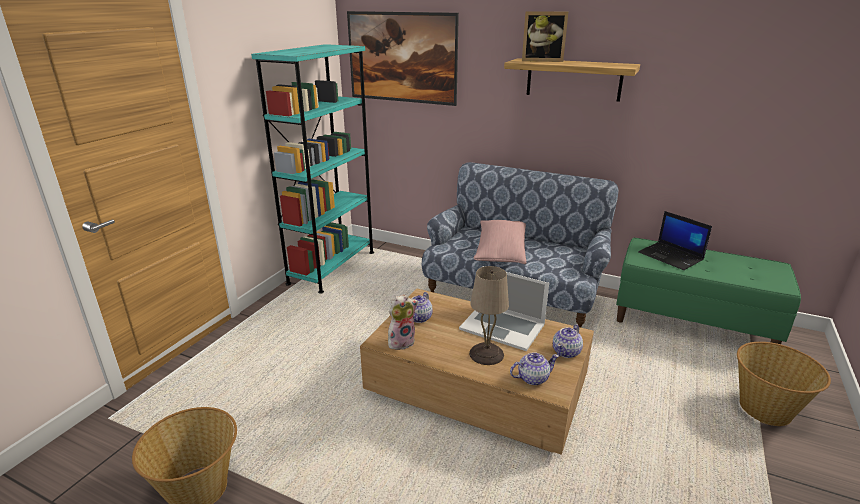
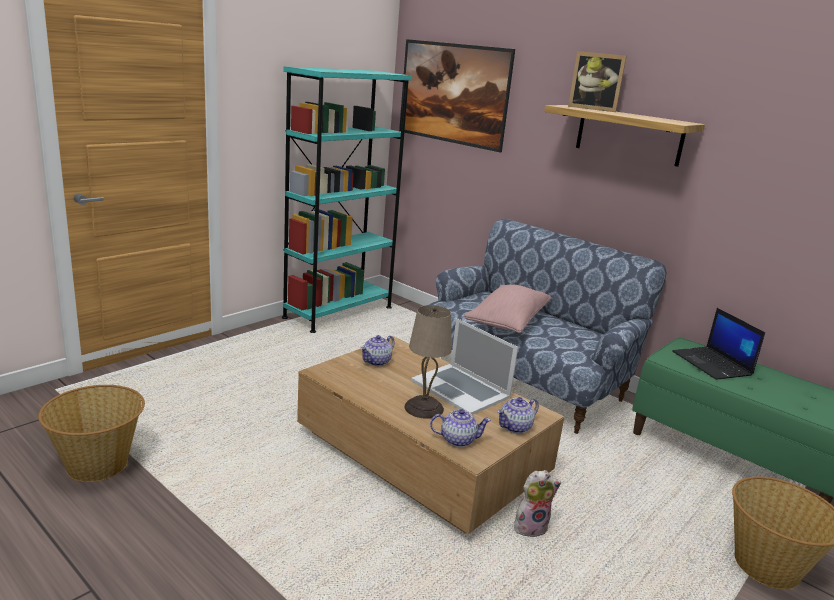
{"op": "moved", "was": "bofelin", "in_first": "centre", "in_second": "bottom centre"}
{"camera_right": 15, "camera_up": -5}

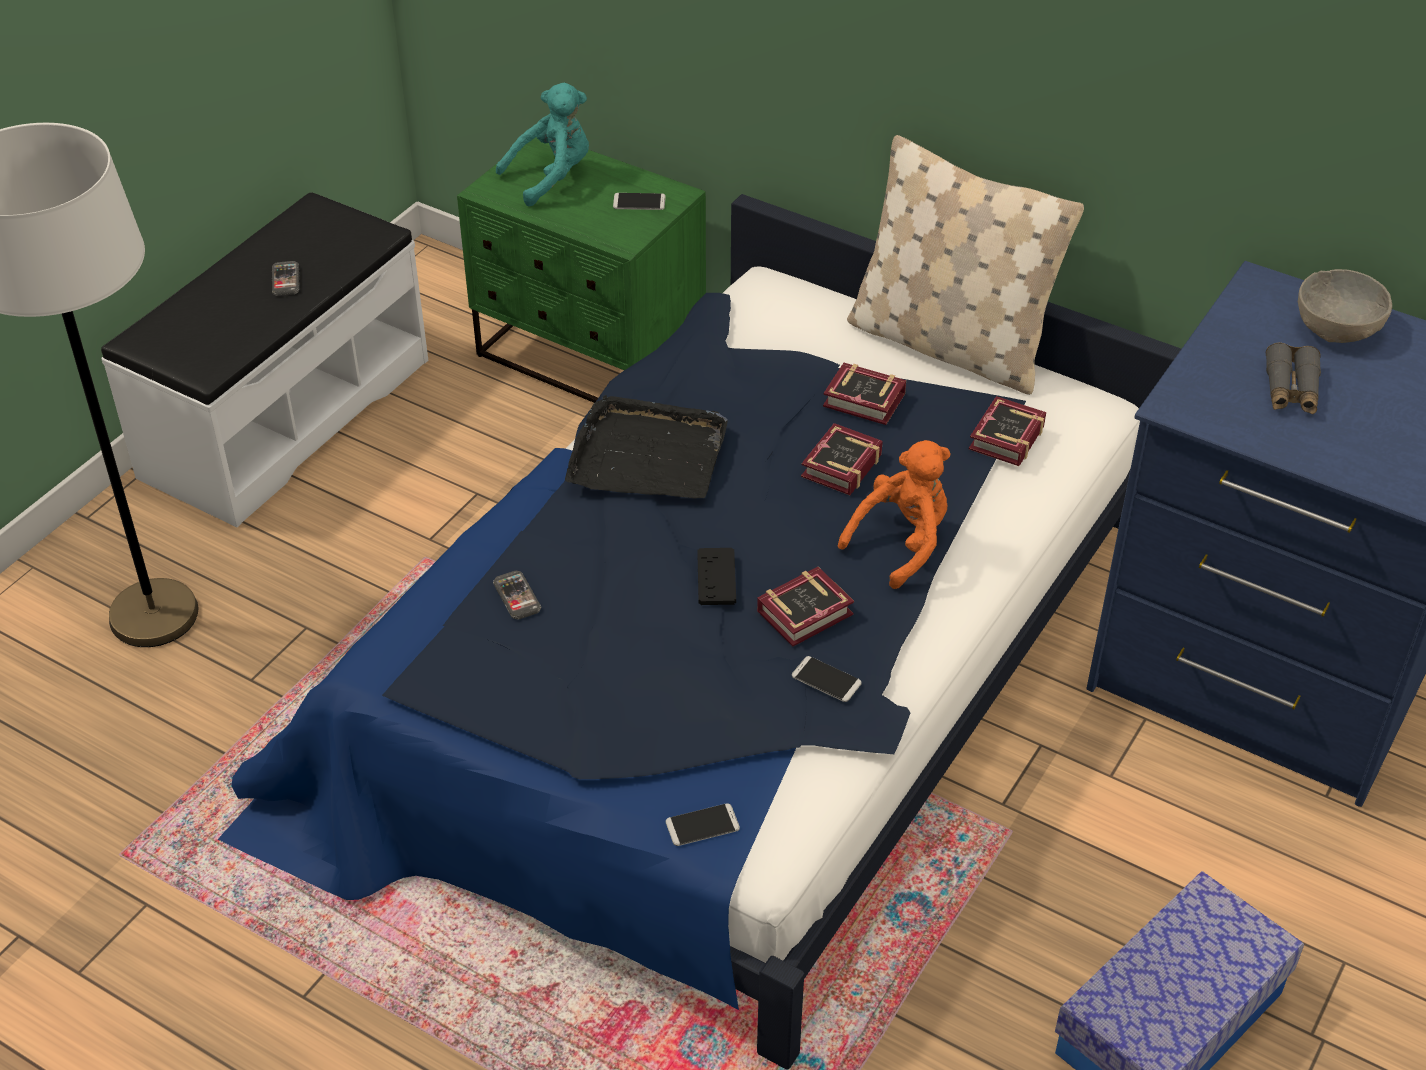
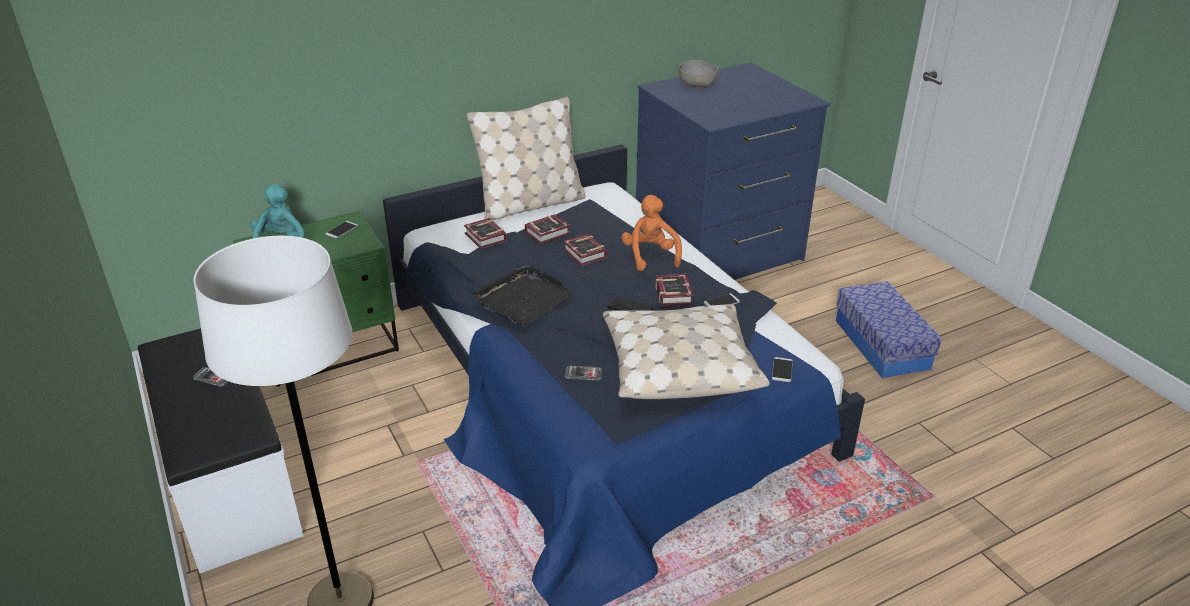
{"op": "removed", "was": "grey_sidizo", "in_first": "middle right"}
{"op": "moved", "was": "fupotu (4th from left in the first image)", "now": "fupotu (1st from left)", "in_first": "middle right", "in_second": "centre"}
{"op": "added", "now": "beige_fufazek (2nd from left)", "in_second": "centre"}
{"camera_right": -60, "camera_up": -10}

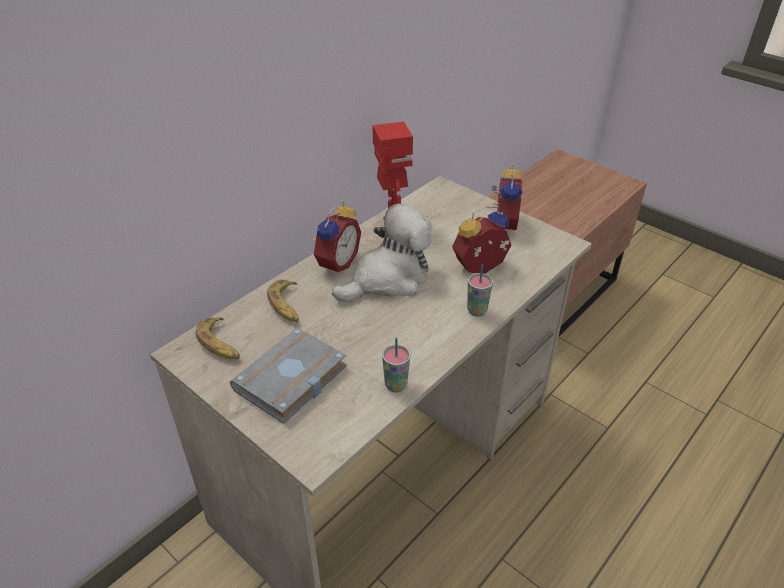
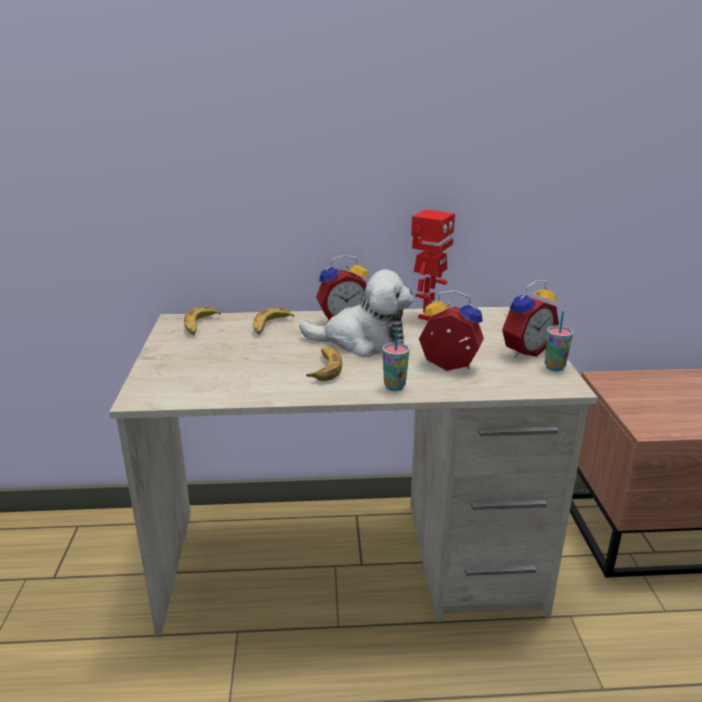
{"op": "removed", "was": "grey_fupotu", "in_first": "centre"}
{"op": "moved", "was": "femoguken (1st from left in the first image)", "now": "femoguken (2nd from left)", "in_first": "centre", "in_second": "middle right"}
{"op": "added", "now": "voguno (3rd from left)", "in_second": "centre"}
{"camera_right": 45, "camera_up": -15}

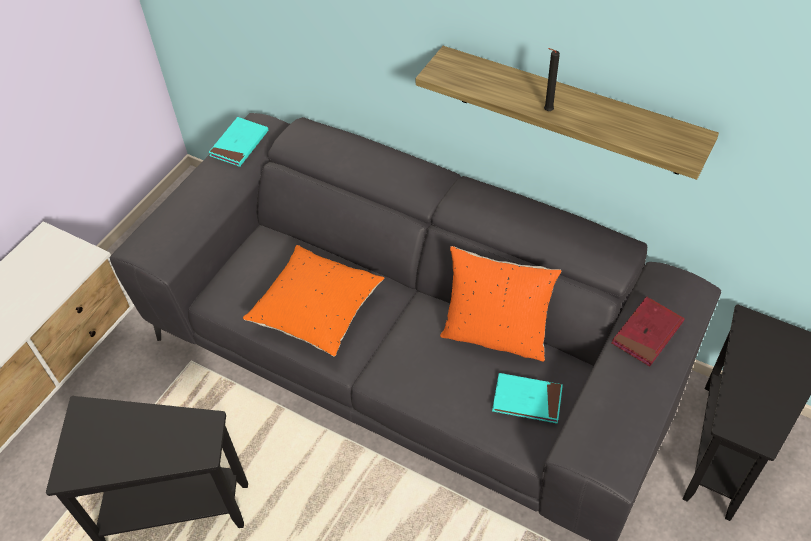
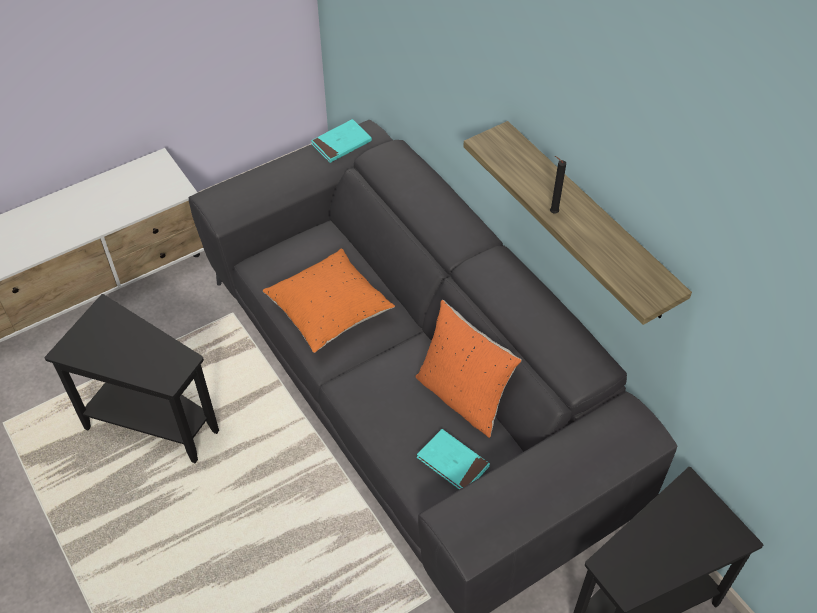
{"op": "removed", "was": "red_fupotu", "in_first": "middle right"}
{"camera_right": 25, "camera_up": 0}

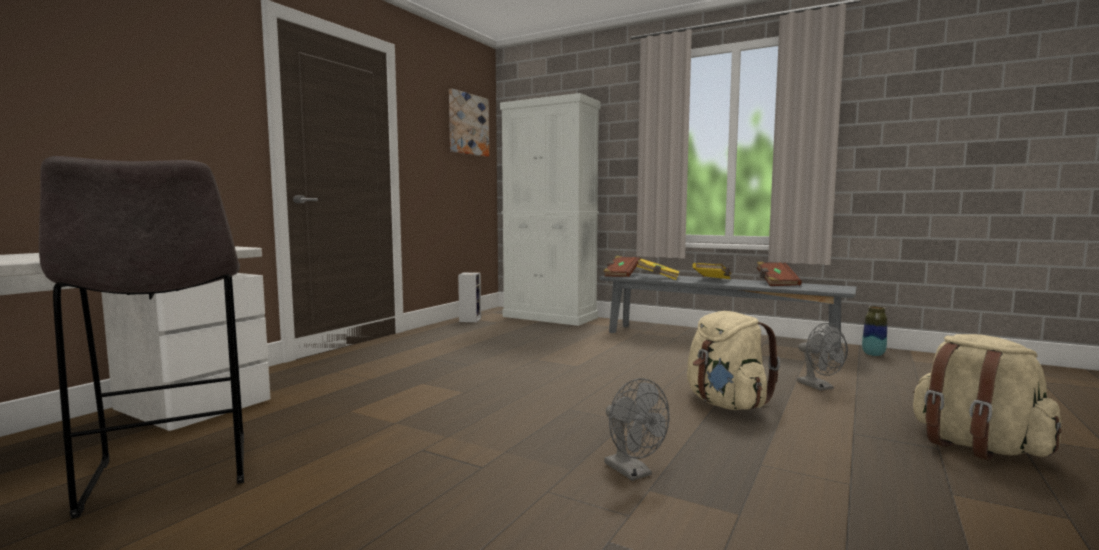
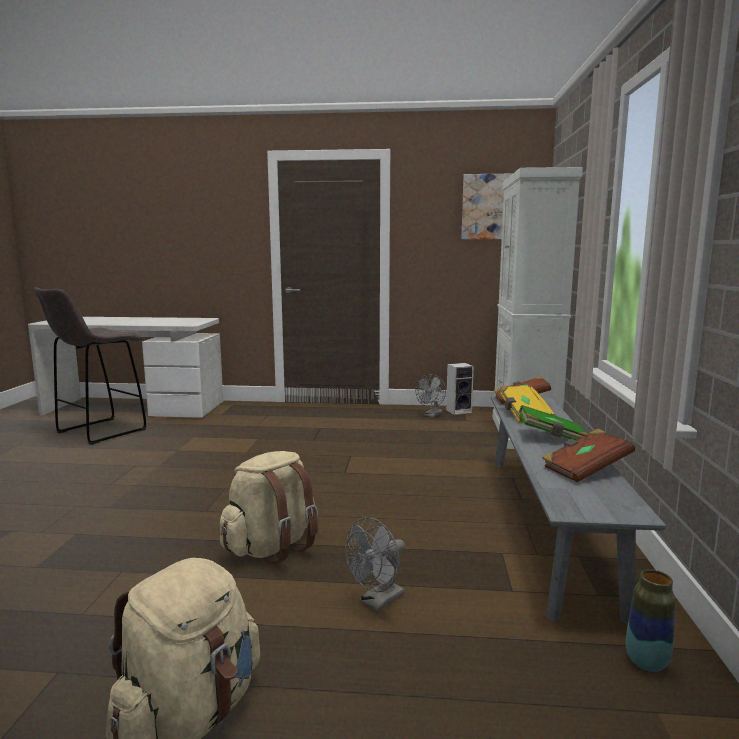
{"op": "recoloured", "was": "yellow_fupotu (2nd from left)", "now": "green_fupotu", "in_first": "centre", "in_second": "middle right"}
{"op": "moved", "was": "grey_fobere (1st from left in the first image)", "now": "grey_fobere (2nd from left)", "in_first": "bottom centre", "in_second": "centre"}
{"camera_right": 65, "camera_up": 5}

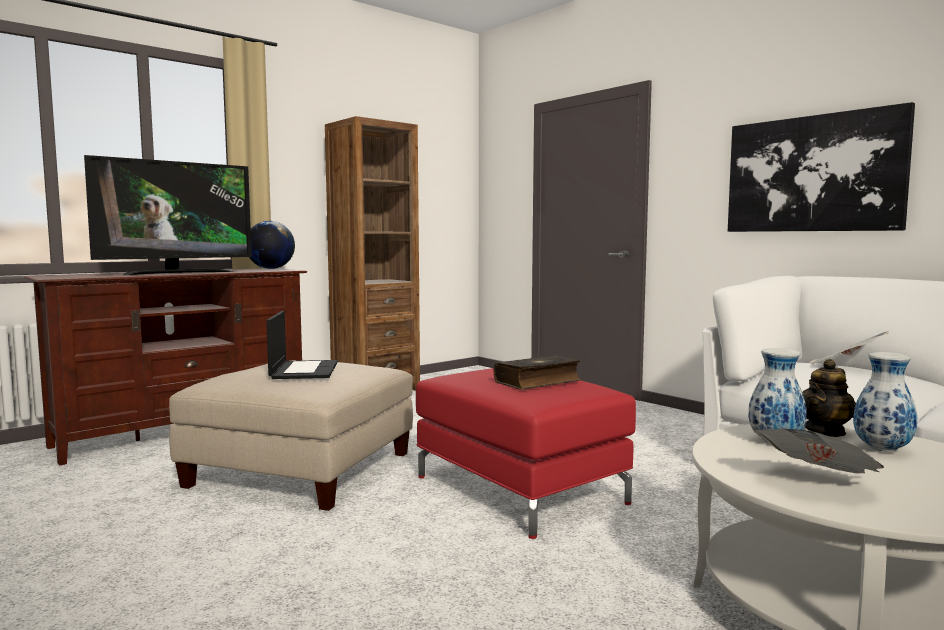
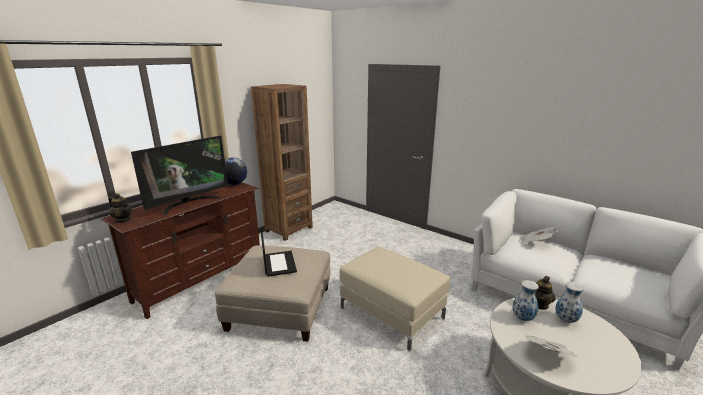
{"op": "removed", "was": "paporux", "in_first": "top right"}
{"op": "removed", "was": "fupotu", "in_first": "centre"}
{"op": "recoloured", "was": "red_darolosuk", "now": "beige_darolosuk (2nd from left)", "in_first": "bottom centre", "in_second": "bottom centre"}
{"op": "added", "now": "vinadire (1st from left)", "in_second": "middle left"}
{"camera_right": -10, "camera_up": 15}

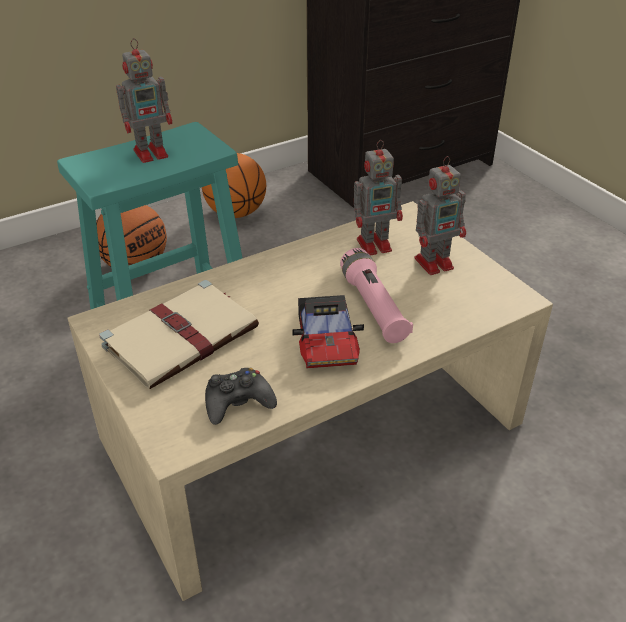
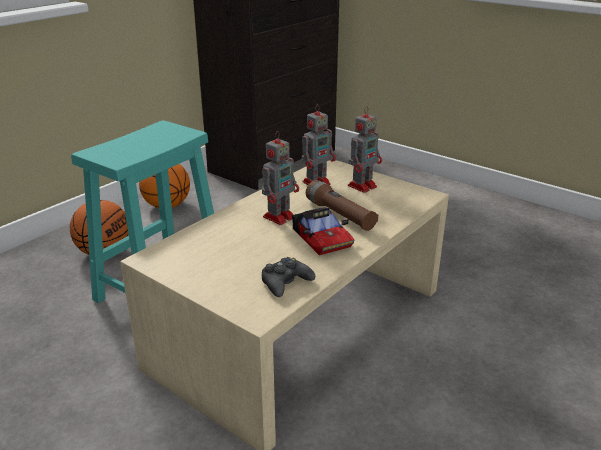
{"op": "moved", "was": "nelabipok (1st from left)", "in_first": "top left", "in_second": "centre"}
{"op": "recoloured", "was": "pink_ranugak", "now": "brown_ranugak", "in_first": "centre", "in_second": "centre"}
{"op": "removed", "was": "beige_fupotu", "in_first": "middle left"}
{"camera_right": -20, "camera_up": -10}

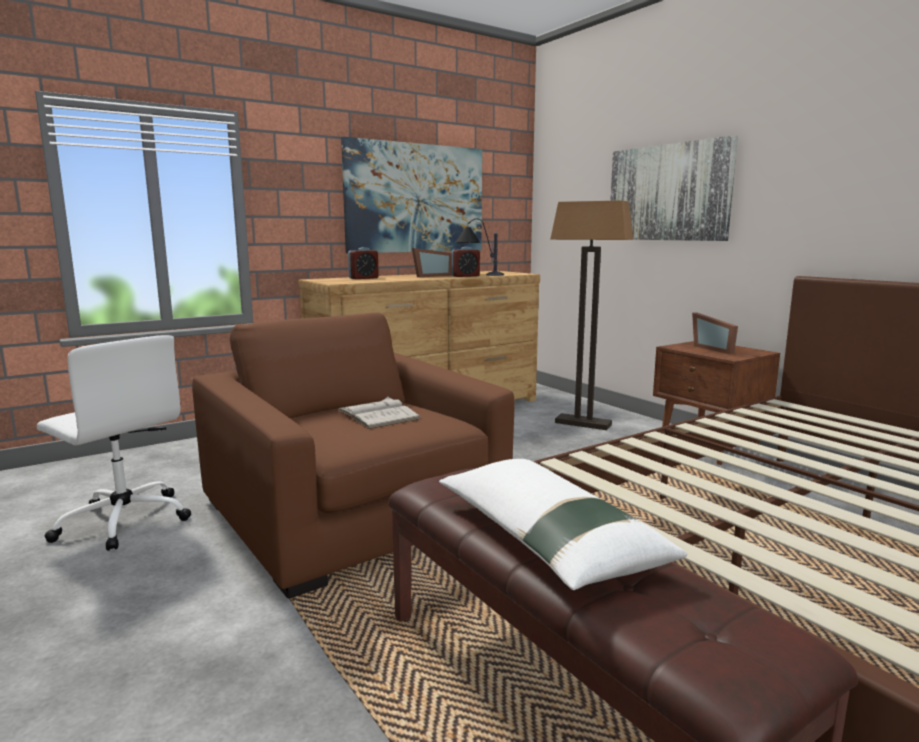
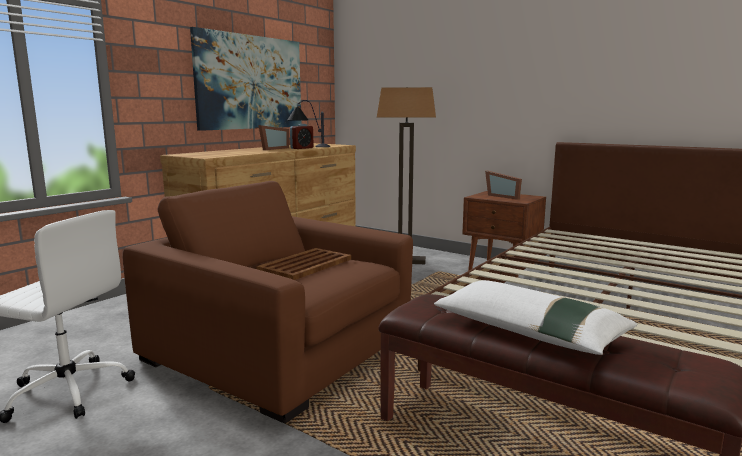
{"op": "removed", "was": "paporux (2nd from left)", "in_first": "top right"}
{"op": "removed", "was": "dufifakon (1st from left)", "in_first": "centre"}
{"op": "replaced", "was": "white_fupotu", "now": "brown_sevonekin", "in_first": "centre", "in_second": "centre"}
{"camera_right": -20, "camera_up": 0}

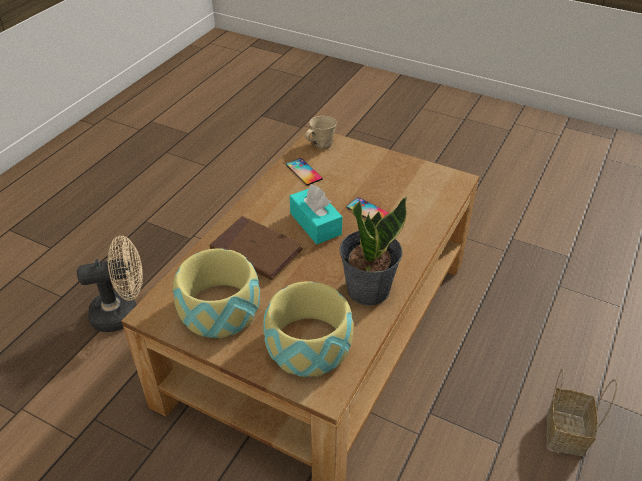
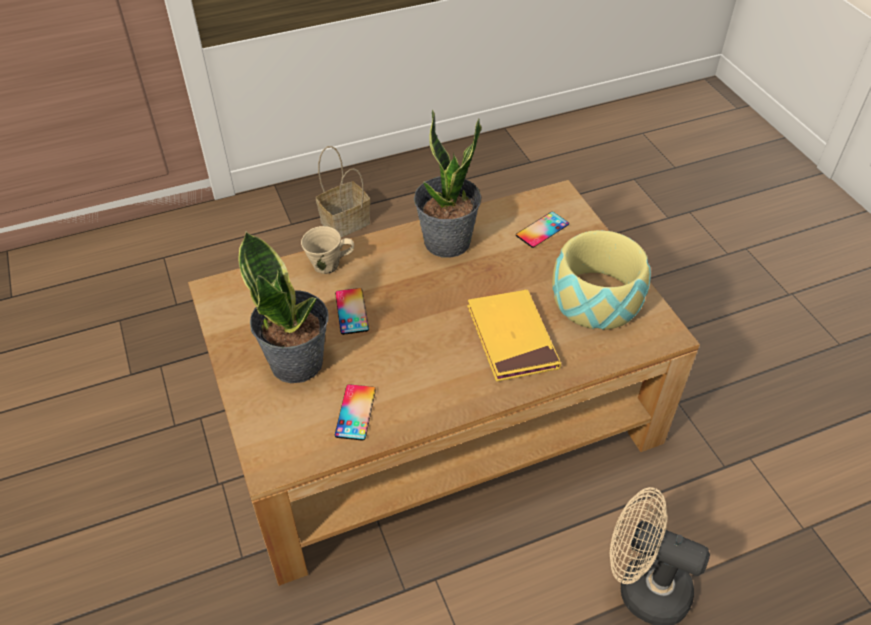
{"op": "moved", "was": "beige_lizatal", "in_first": "top centre", "in_second": "centre"}
{"op": "removed", "was": "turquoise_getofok", "in_first": "centre"}
{"op": "recoloured", "was": "brown_fupotu", "now": "yellow_fupotu", "in_first": "centre", "in_second": "centre"}
{"op": "replaced", "was": "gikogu (2nd from left)", "now": "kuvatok (3rd from left)", "in_first": "bottom centre", "in_second": "centre"}
{"op": "added", "now": "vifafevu (1st from left)", "in_second": "middle left"}
{"camera_right": -140, "camera_up": 5}

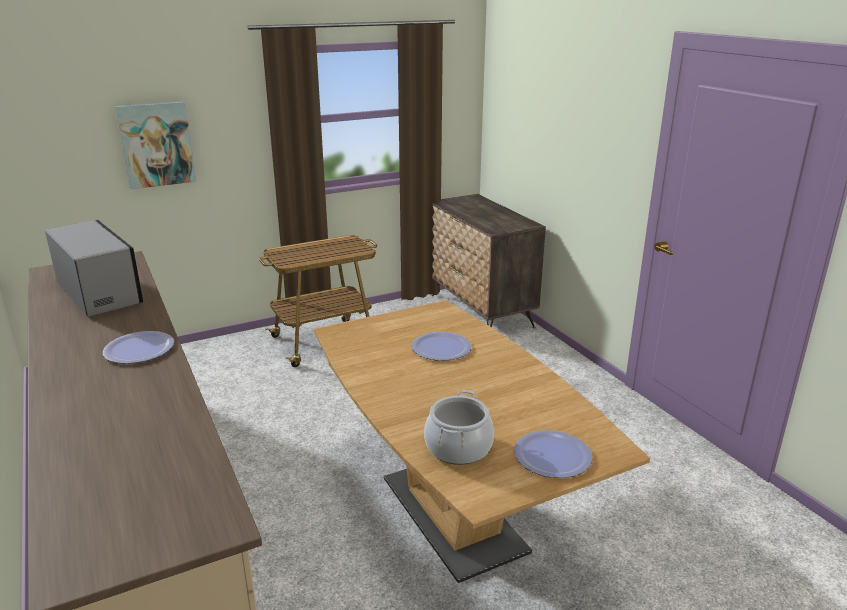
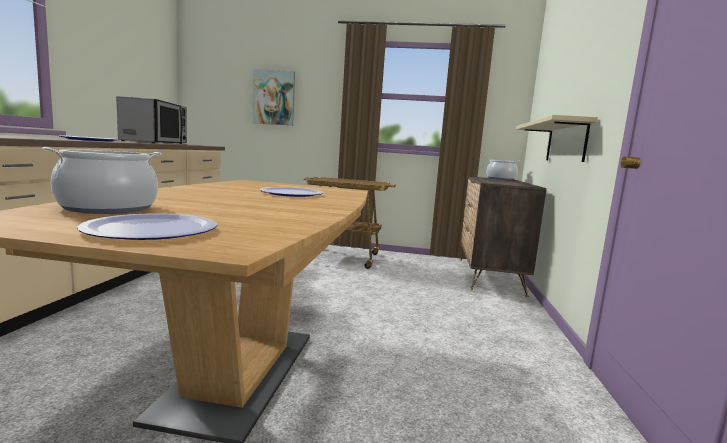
{"op": "added", "now": "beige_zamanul", "in_second": "top right"}
{"op": "added", "now": "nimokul (2nd from left)", "in_second": "middle right"}
{"camera_right": 35, "camera_up": -15}

